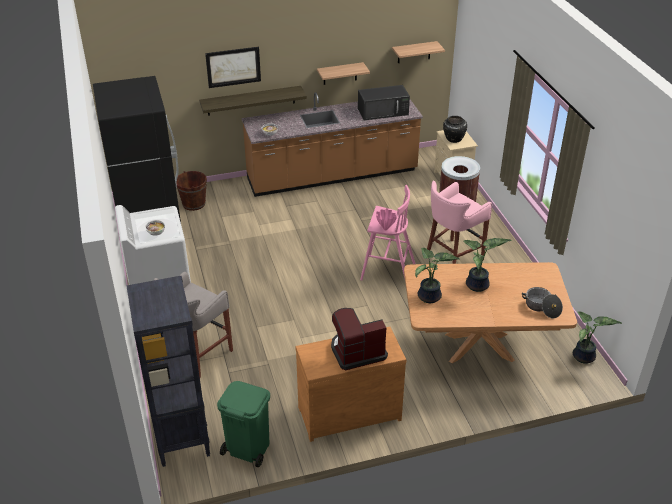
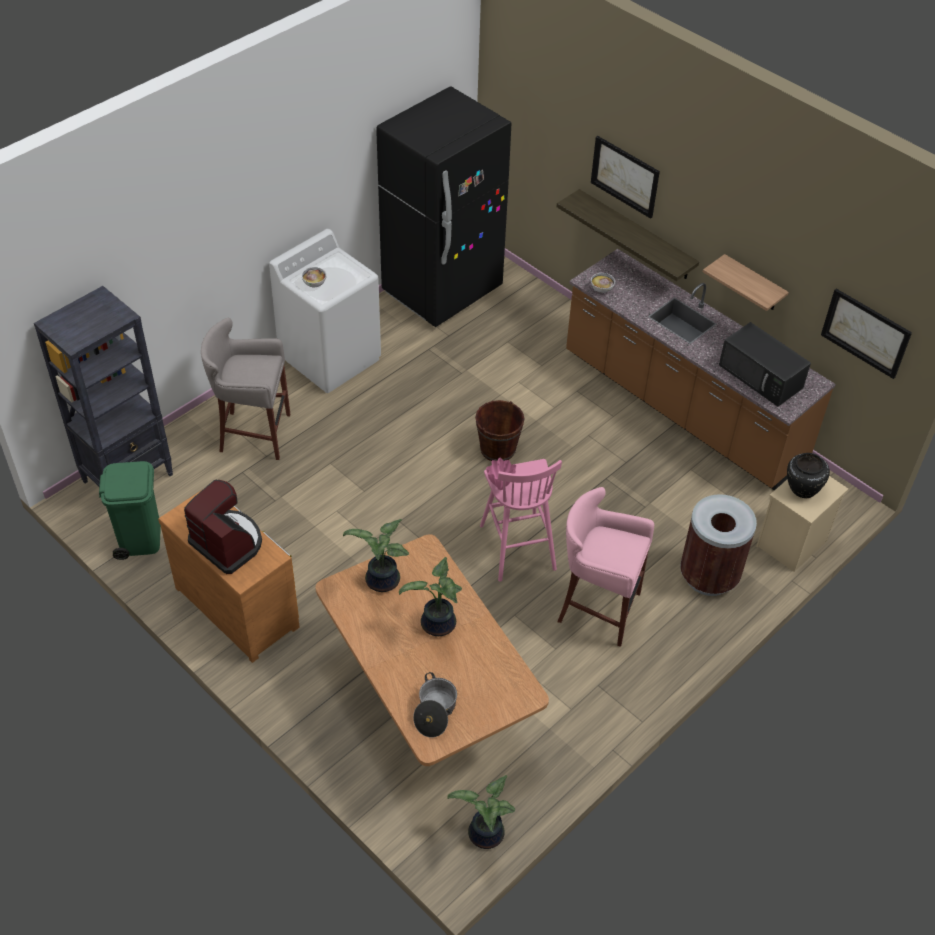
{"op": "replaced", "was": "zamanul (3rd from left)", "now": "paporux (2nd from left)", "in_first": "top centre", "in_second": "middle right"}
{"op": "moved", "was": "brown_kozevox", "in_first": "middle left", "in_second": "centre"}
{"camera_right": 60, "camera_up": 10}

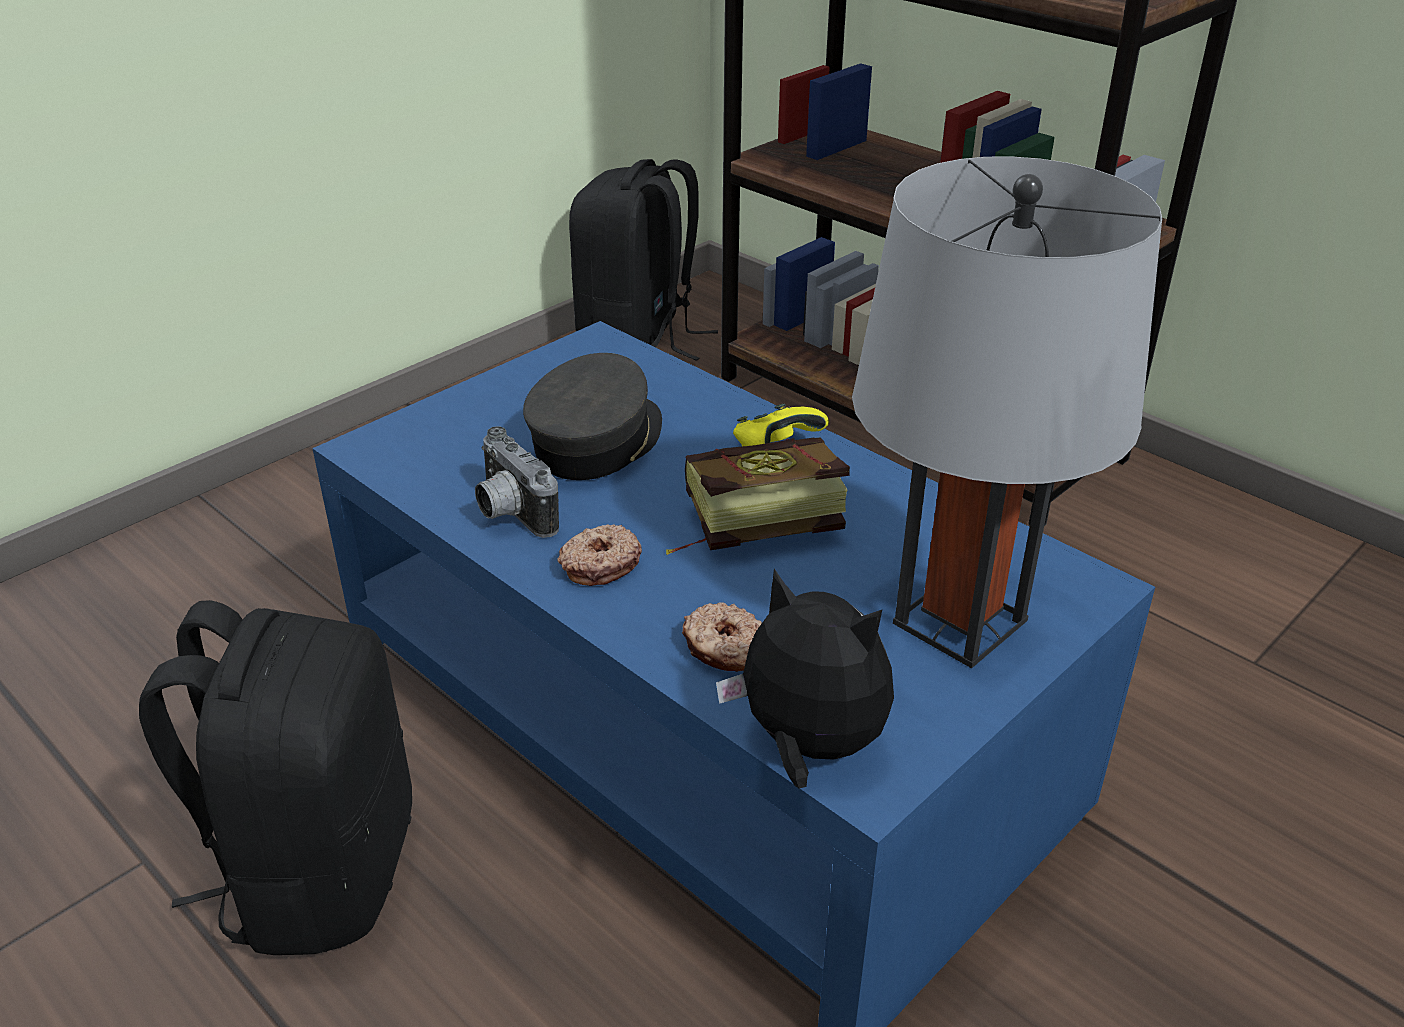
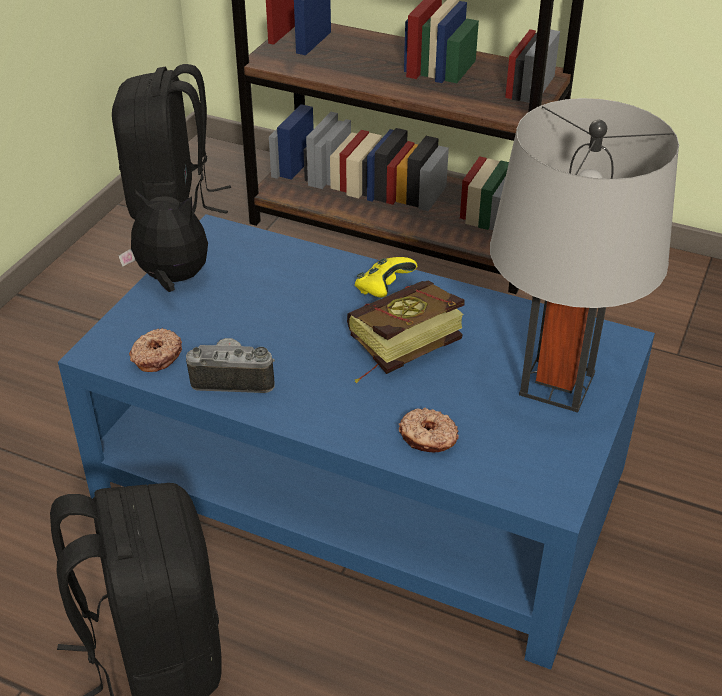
{"op": "removed", "was": "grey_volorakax", "in_first": "centre"}
{"op": "turned", "was": "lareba", "in_first": "centre", "in_second": "middle left", "clockwise": 150}
{"op": "moved", "was": "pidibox (1st from left)", "in_first": "centre", "in_second": "middle left"}
{"op": "moved", "was": "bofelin", "in_first": "centre", "in_second": "middle left"}
{"camera_right": -20, "camera_up": 5}

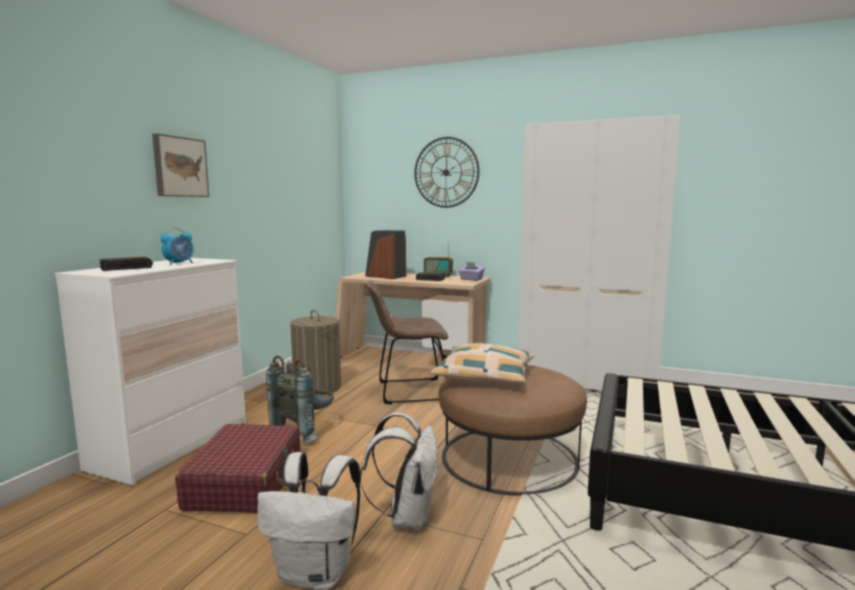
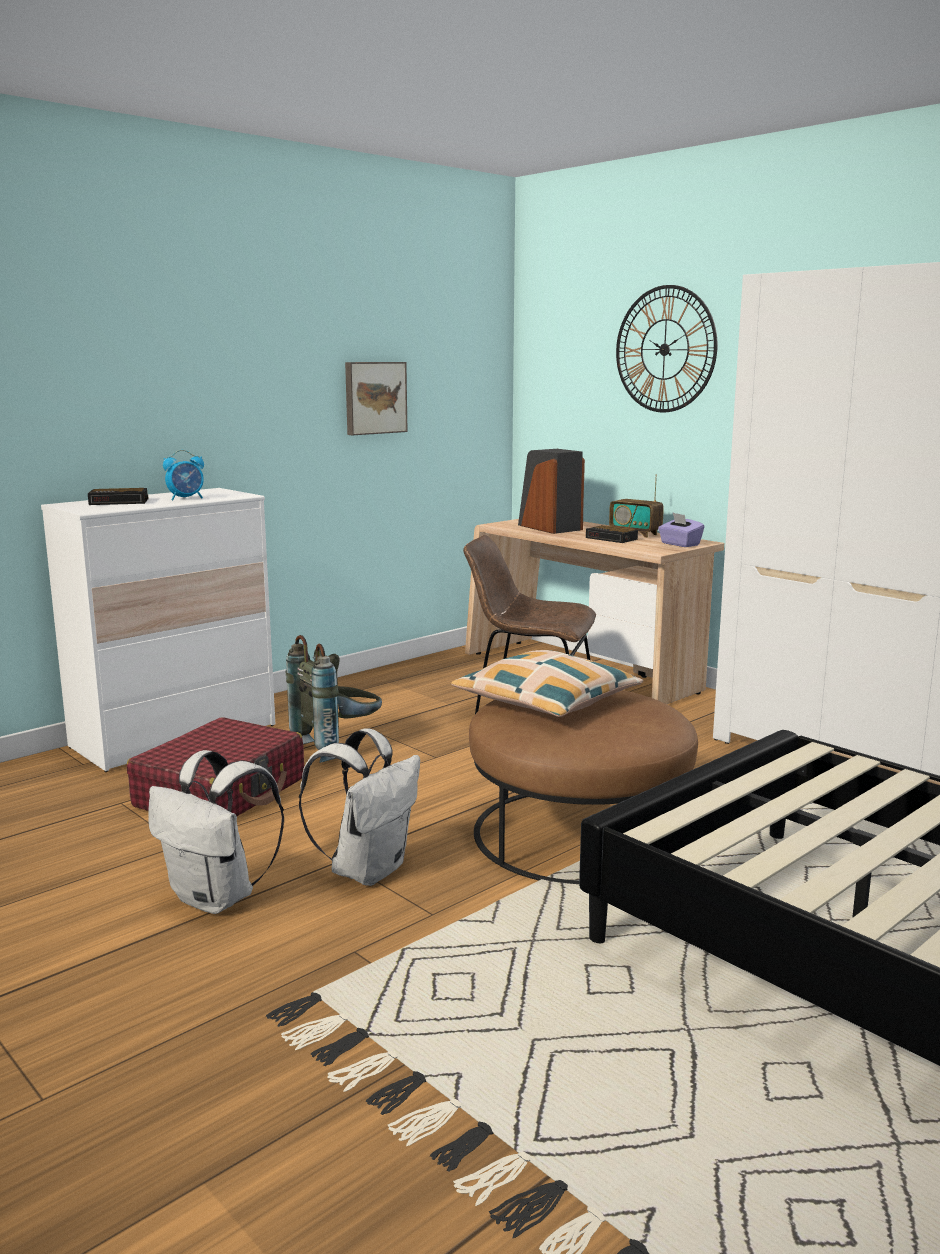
{"op": "moved", "was": "paporux", "in_first": "top left", "in_second": "top centre"}
{"op": "removed", "was": "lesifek", "in_first": "centre"}
{"camera_right": 25, "camera_up": 5}

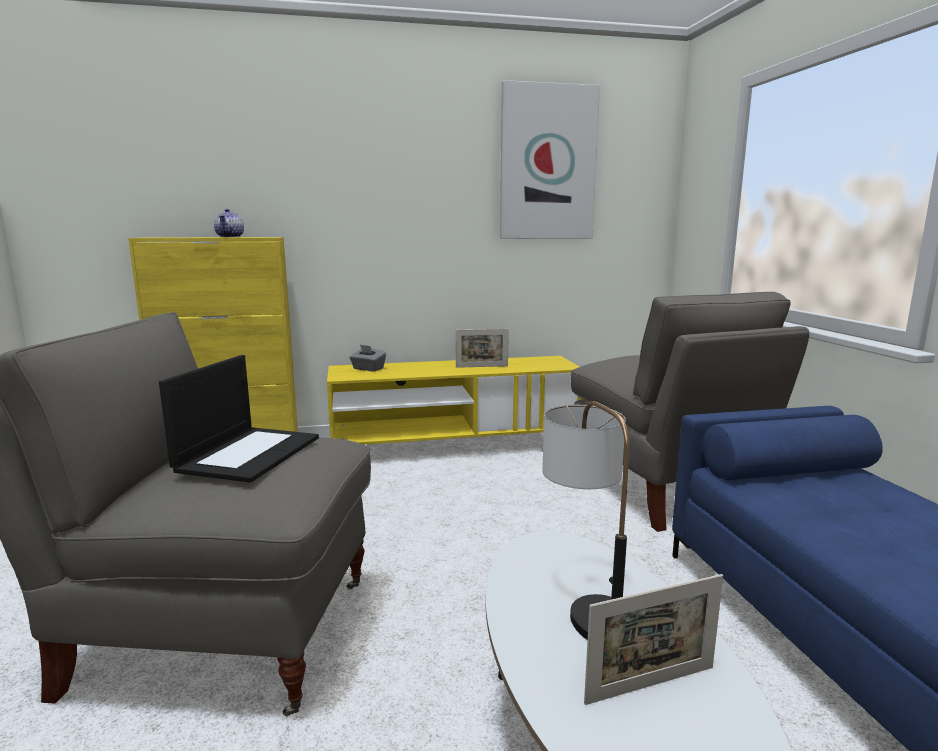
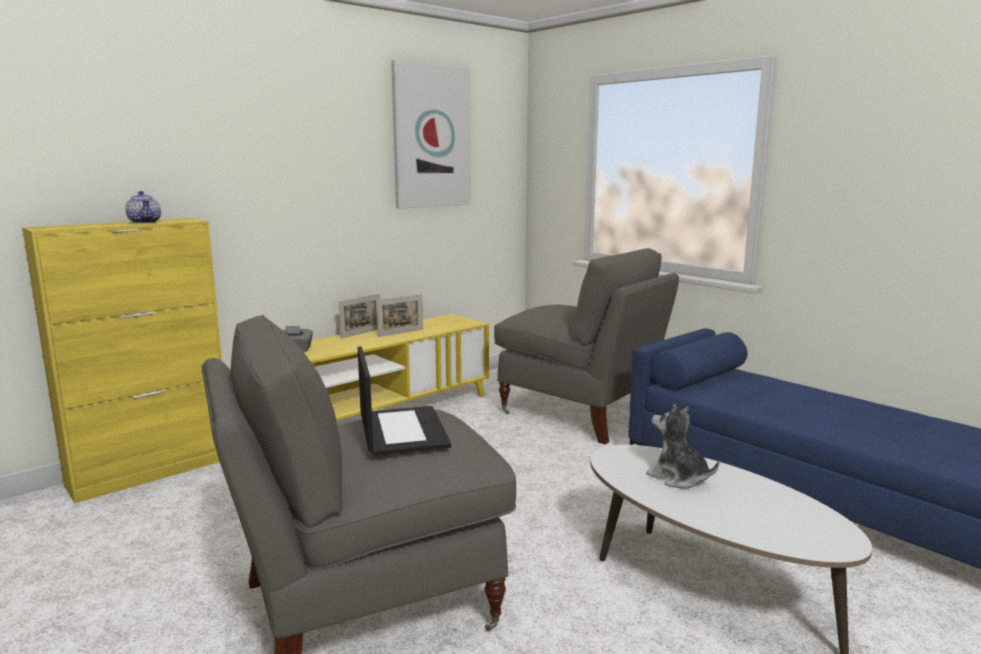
{"op": "replaced", "was": "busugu", "now": "bofelin", "in_first": "bottom centre", "in_second": "bottom right"}
{"op": "moved", "was": "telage (2nd from left in the first image)", "now": "telage (1st from left)", "in_first": "bottom right", "in_second": "centre"}
{"camera_right": -30, "camera_up": 0}

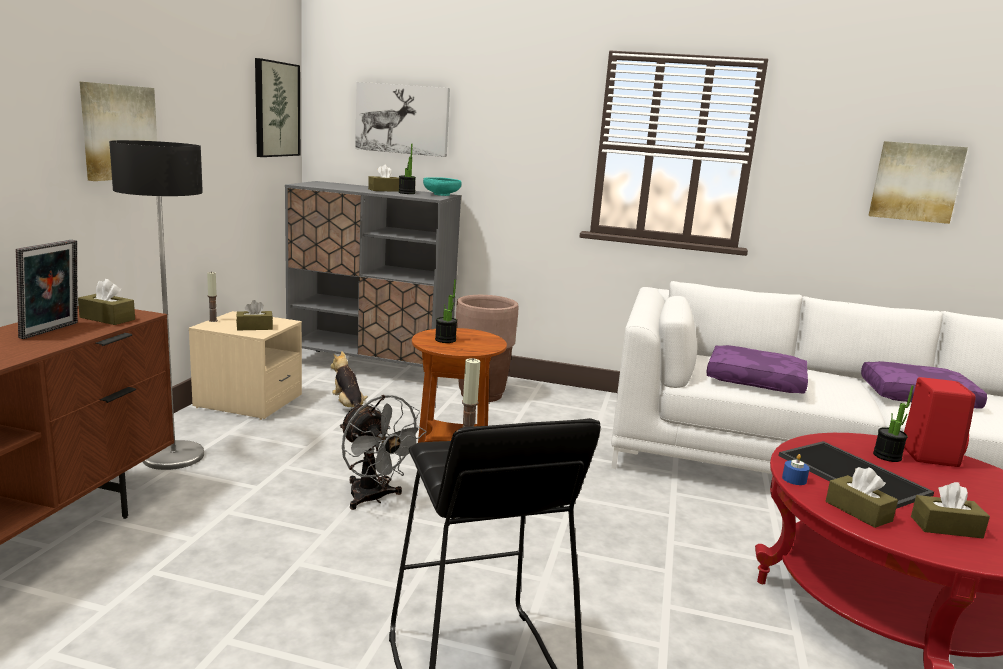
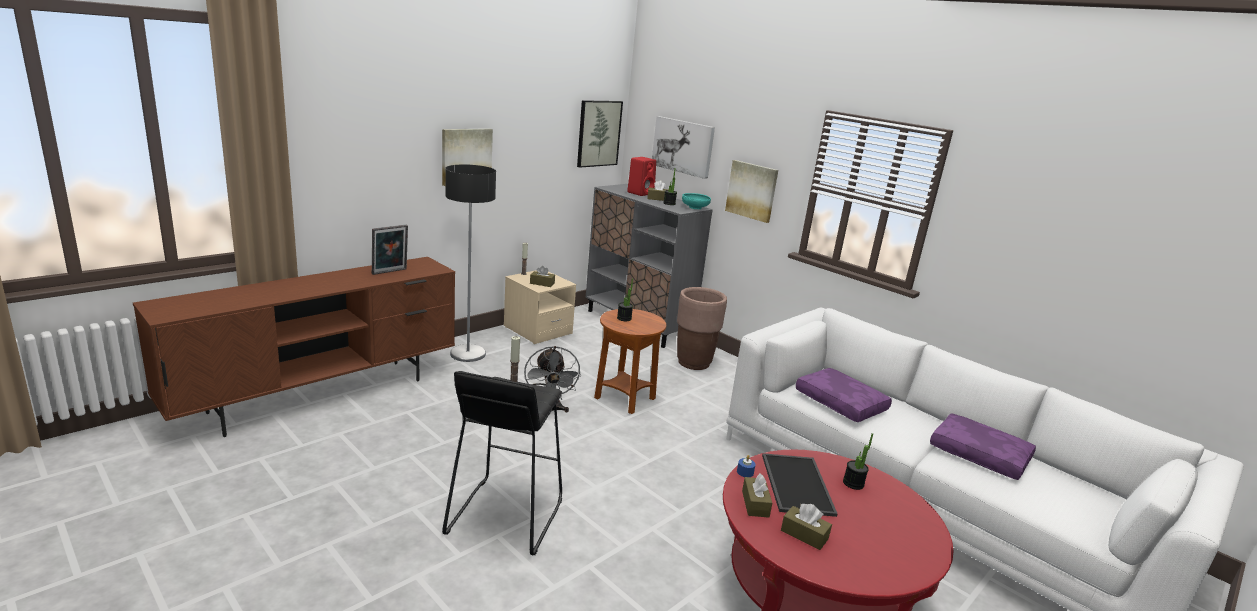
{"op": "moved", "was": "paporux (4th from left)", "in_first": "top right", "in_second": "top centre"}
{"op": "removed", "was": "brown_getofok (1st from left)", "in_first": "middle left"}
{"op": "removed", "was": "bofelin", "in_first": "centre"}
{"op": "moved", "was": "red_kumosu", "in_first": "middle right", "in_second": "top centre"}
{"camera_right": 30, "camera_up": 5}

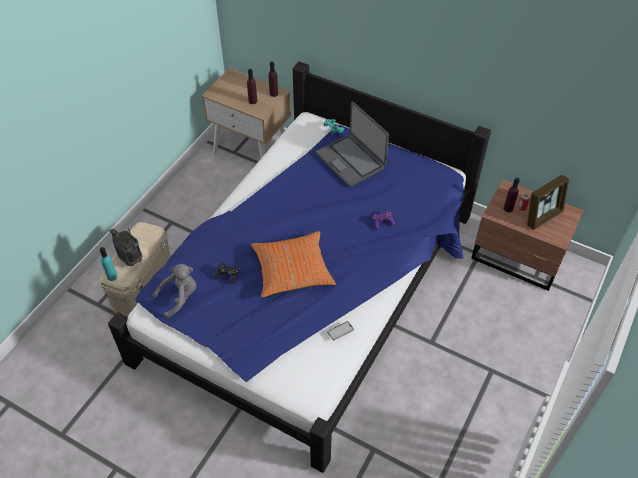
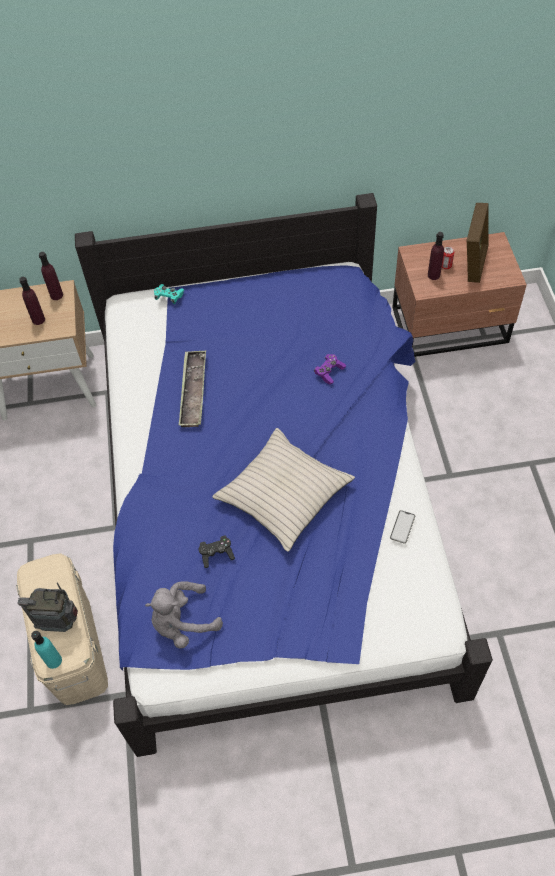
{"op": "removed", "was": "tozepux", "in_first": "top centre"}
{"op": "recoloured", "was": "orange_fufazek", "now": "beige_fufazek", "in_first": "centre", "in_second": "centre"}
{"op": "turned", "was": "grey_bofelin", "in_first": "middle left", "in_second": "bottom left", "clockwise": -135}
{"op": "added", "now": "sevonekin", "in_second": "centre"}
{"camera_right": -35, "camera_up": 5}

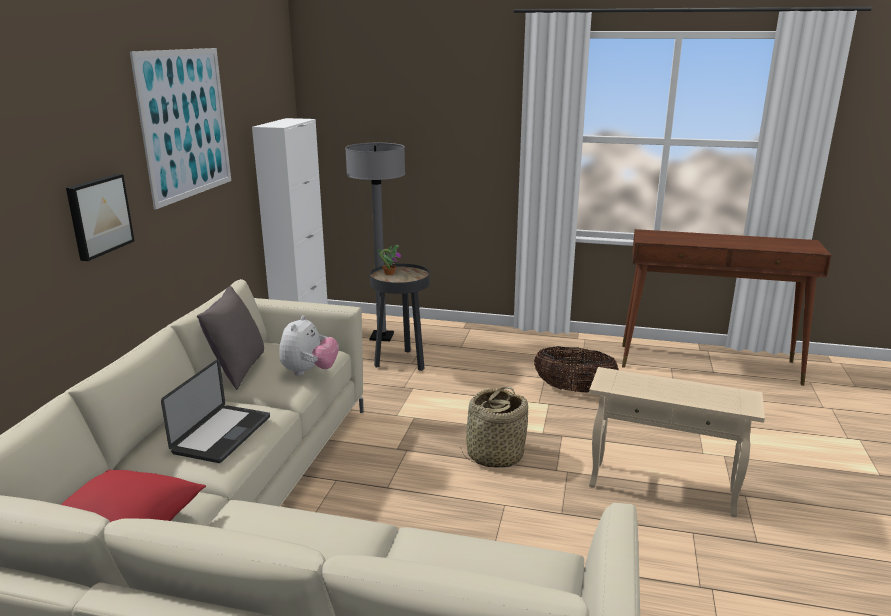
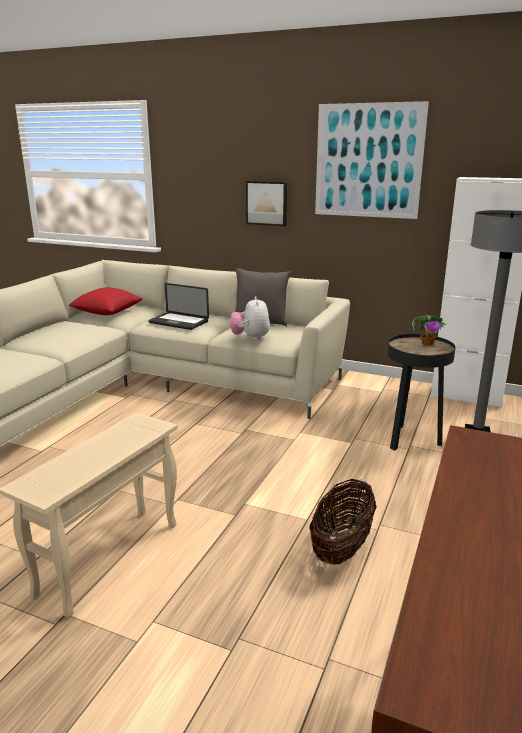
{"op": "turned", "was": "bofelin", "in_first": "centre", "in_second": "centre", "clockwise": 60}
{"op": "removed", "was": "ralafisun (1st from left)", "in_first": "bottom centre"}
{"camera_right": 100, "camera_up": 0}

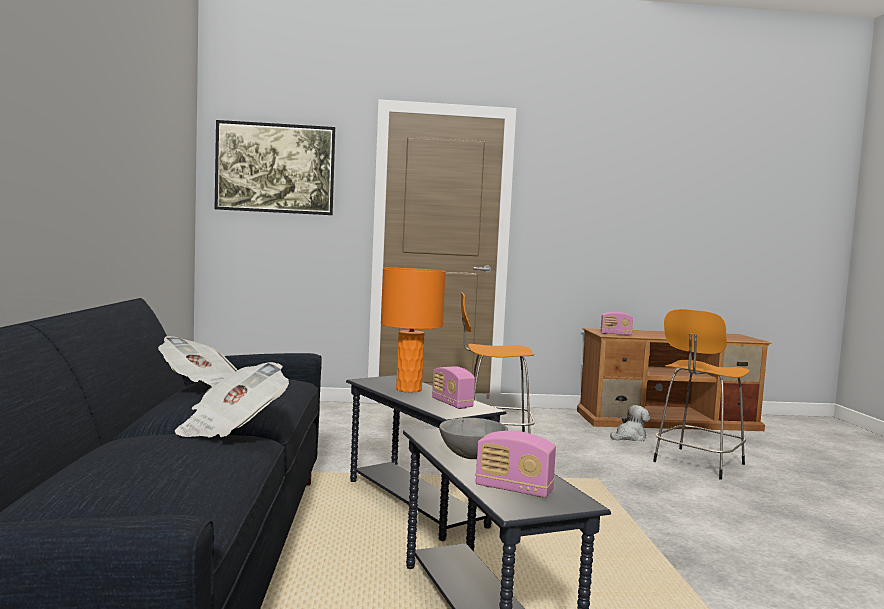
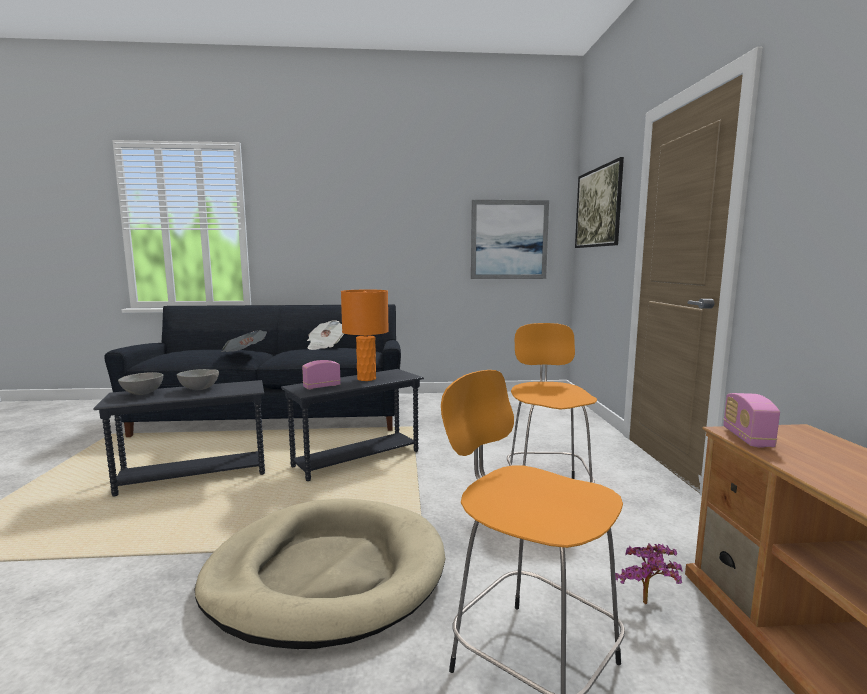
{"op": "replaced", "was": "bofelin", "now": "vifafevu", "in_first": "bottom right", "in_second": "bottom right"}
{"op": "replaced", "was": "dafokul (2nd from left)", "now": "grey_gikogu (1st from left)", "in_first": "bottom centre", "in_second": "middle left"}
{"op": "added", "now": "paporux (1st from left)", "in_second": "centre"}
{"op": "added", "now": "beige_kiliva", "in_second": "bottom centre"}
{"camera_right": 90, "camera_up": 5}

